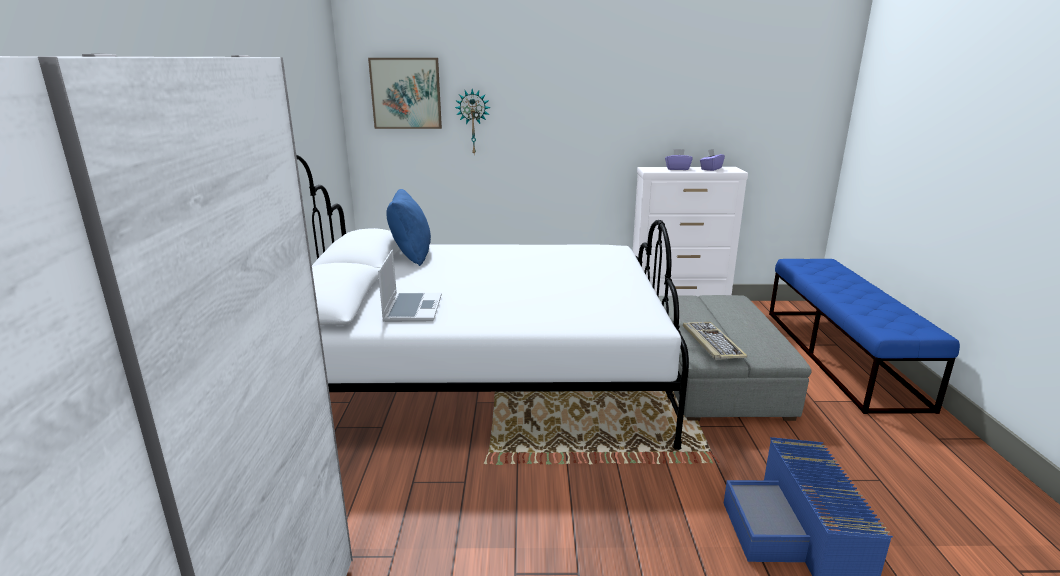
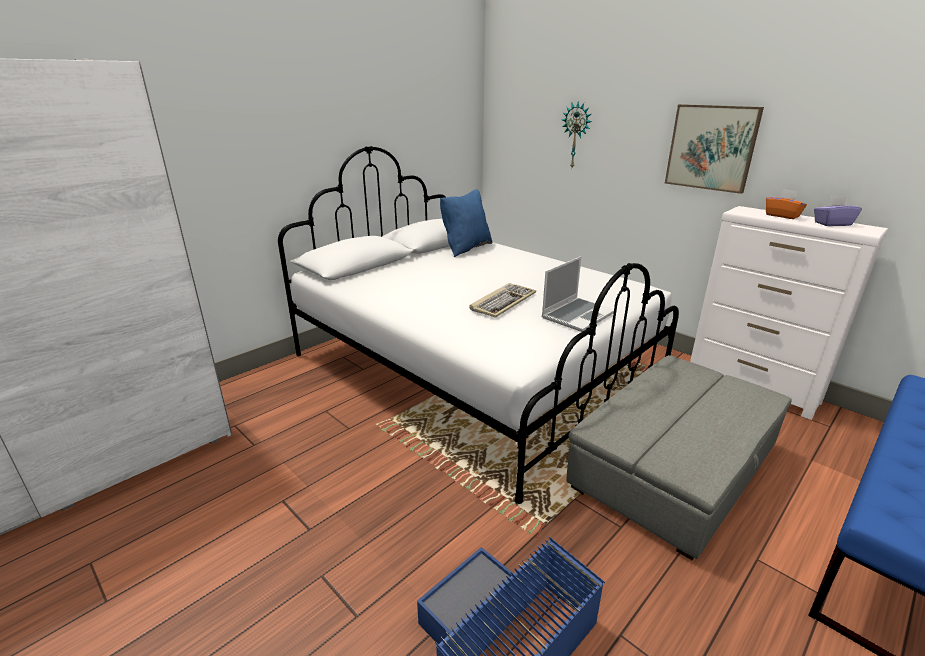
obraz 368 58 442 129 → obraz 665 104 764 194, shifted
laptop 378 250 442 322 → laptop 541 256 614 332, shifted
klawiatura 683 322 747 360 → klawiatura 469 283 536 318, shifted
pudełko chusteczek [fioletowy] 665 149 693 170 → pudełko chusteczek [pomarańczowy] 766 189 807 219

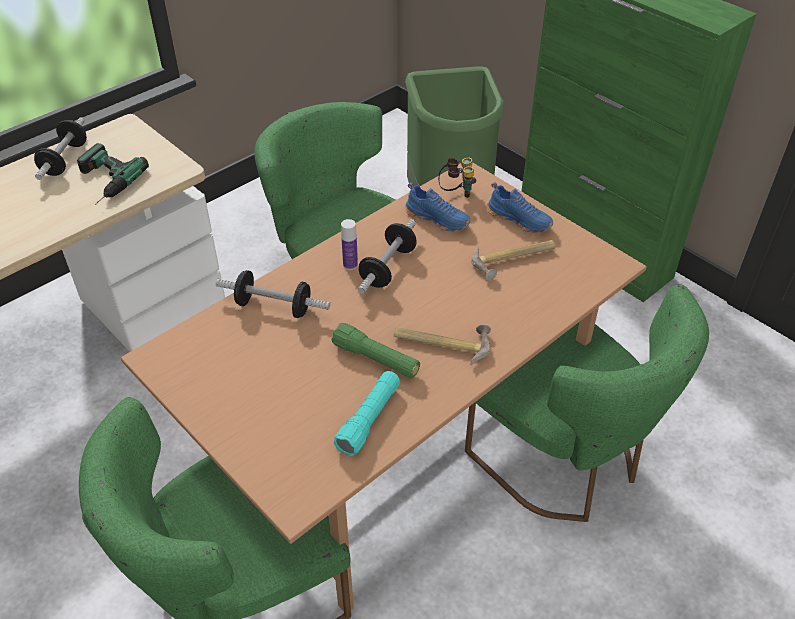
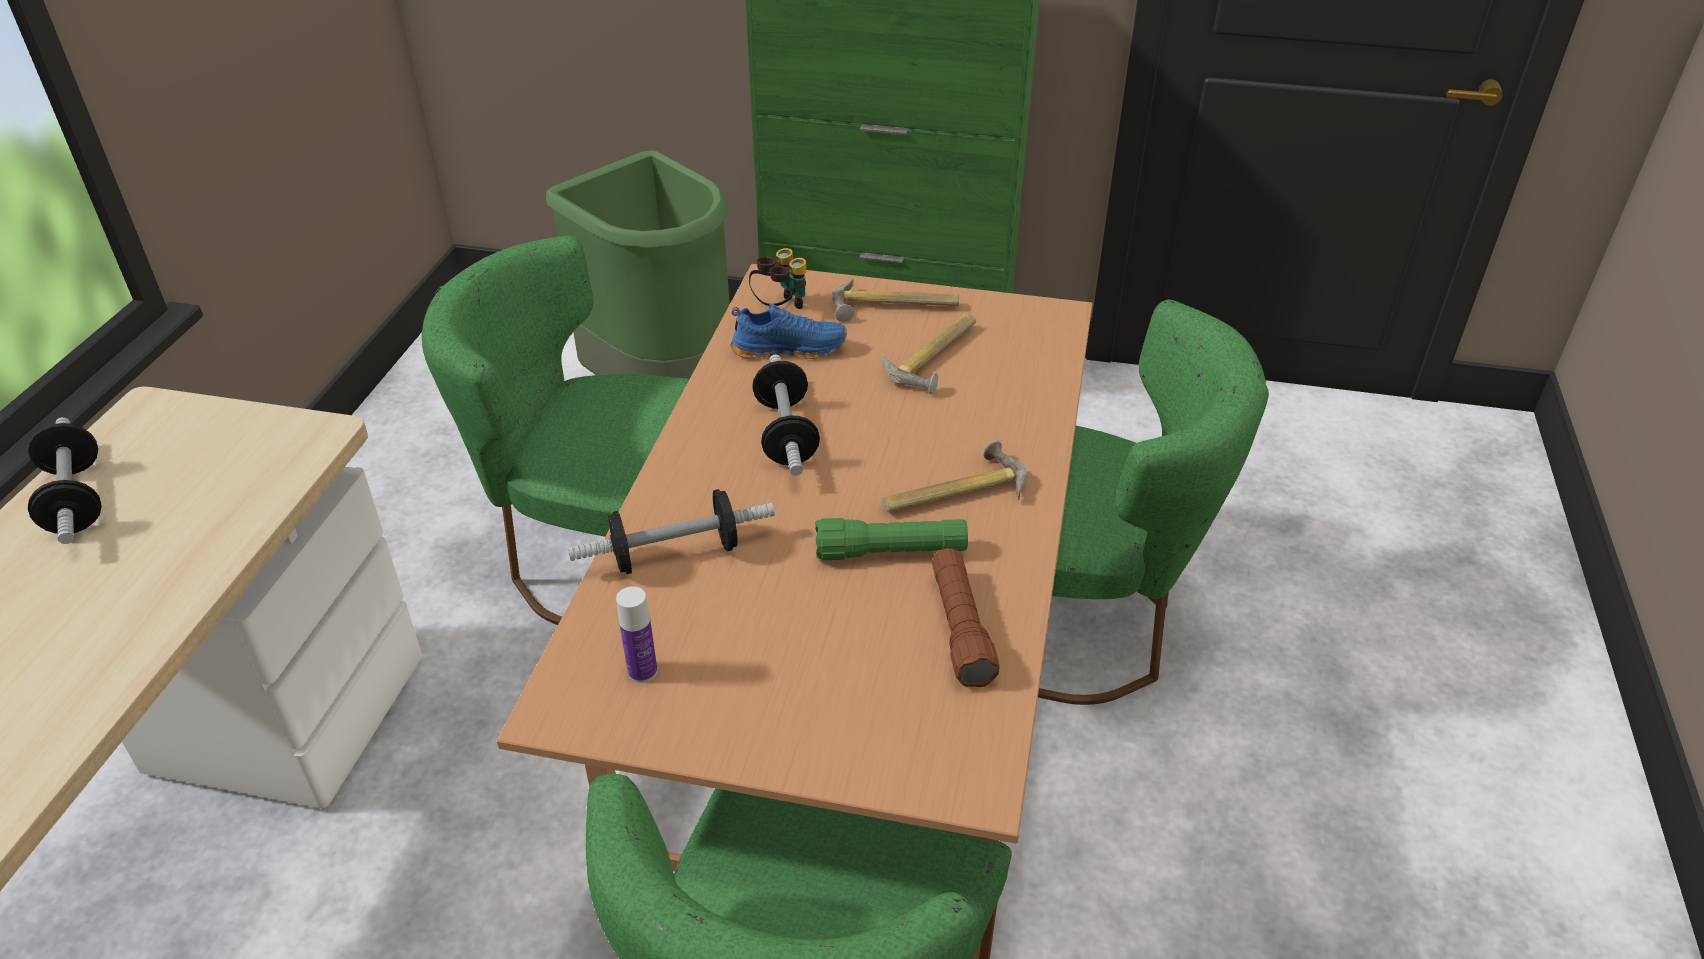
wiertarka 77 143 149 205 → -
butelka 341 219 358 270 → butelka 616 586 657 683, shifted
but [niebieski] 487 182 553 233 → młotek 832 278 959 322
latarka [turkusowy] 334 371 400 456 → latarka [brązowy] 931 548 1000 687

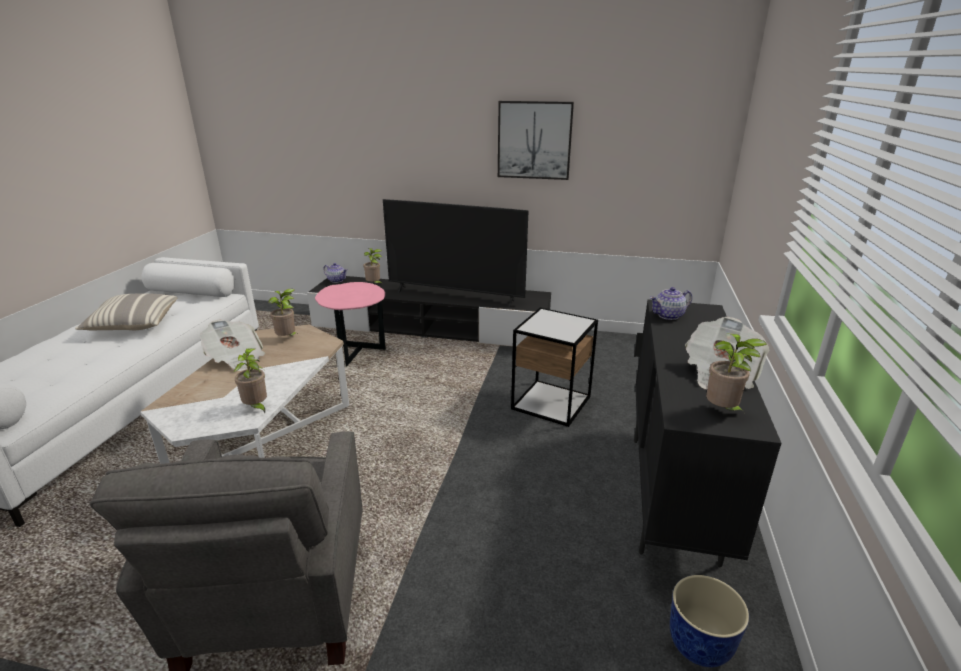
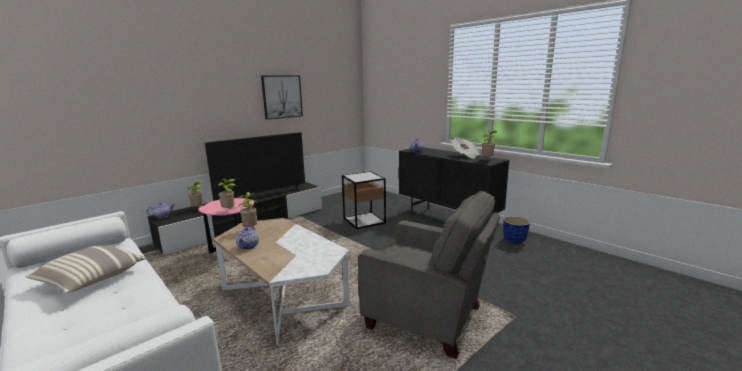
roślina doniczkowa 234 348 267 413 → roślina doniczkowa 218 179 237 209, shifted
gazeta 199 320 265 371 → imbryk 236 226 259 250

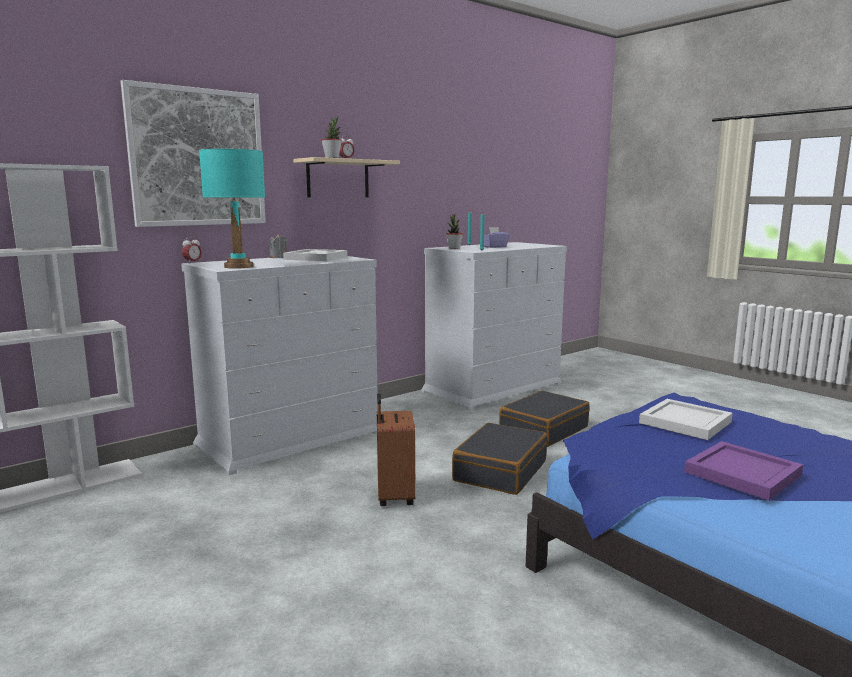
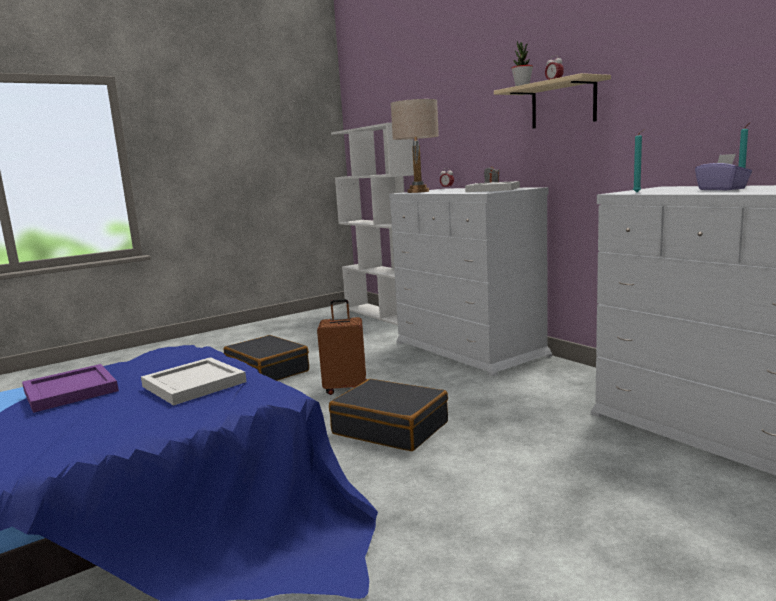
obraz 121 80 266 227 → -
roślina doniczkowa 446 214 463 249 → -
walizka [czarny] 499 391 590 447 → walizka [czarny] 224 335 309 381, shifted
lampa stołowa [turkusowy] 199 149 265 269 → lampa stołowa [beżowy] 391 99 439 193

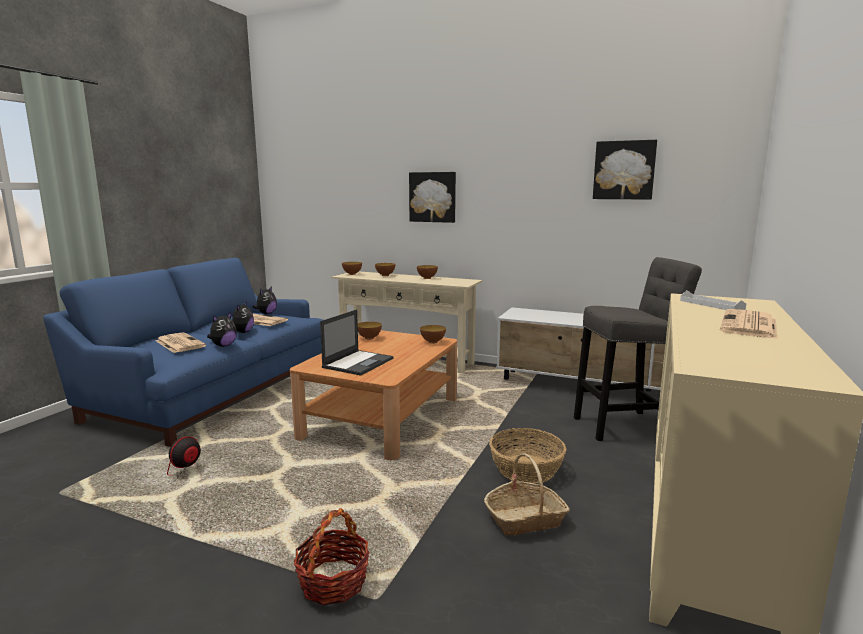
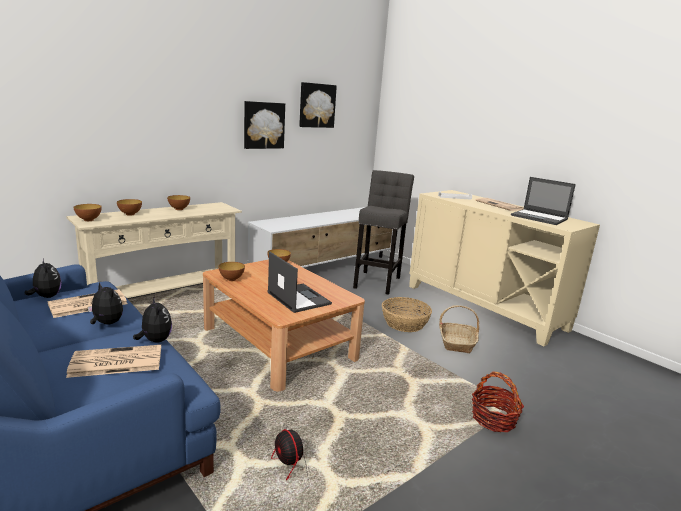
- → laptop 511 177 576 225
obraz 409 172 456 223 → obraz 244 101 285 149, shifted

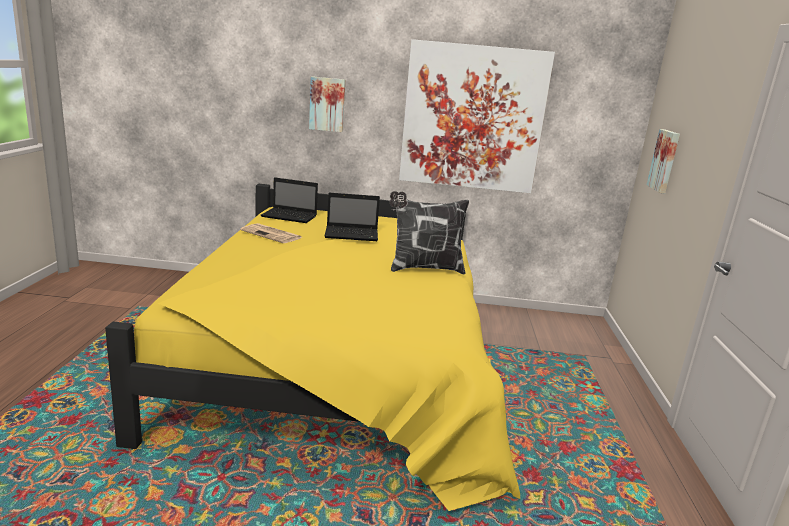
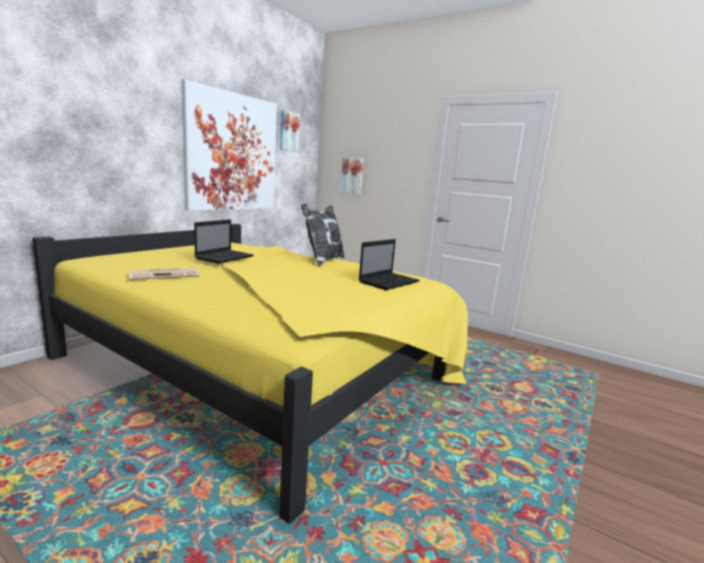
laptop 261 177 318 223 → laptop 359 239 420 290, shifted
obraz 309 76 345 132 → obraz 280 110 300 152, shifted

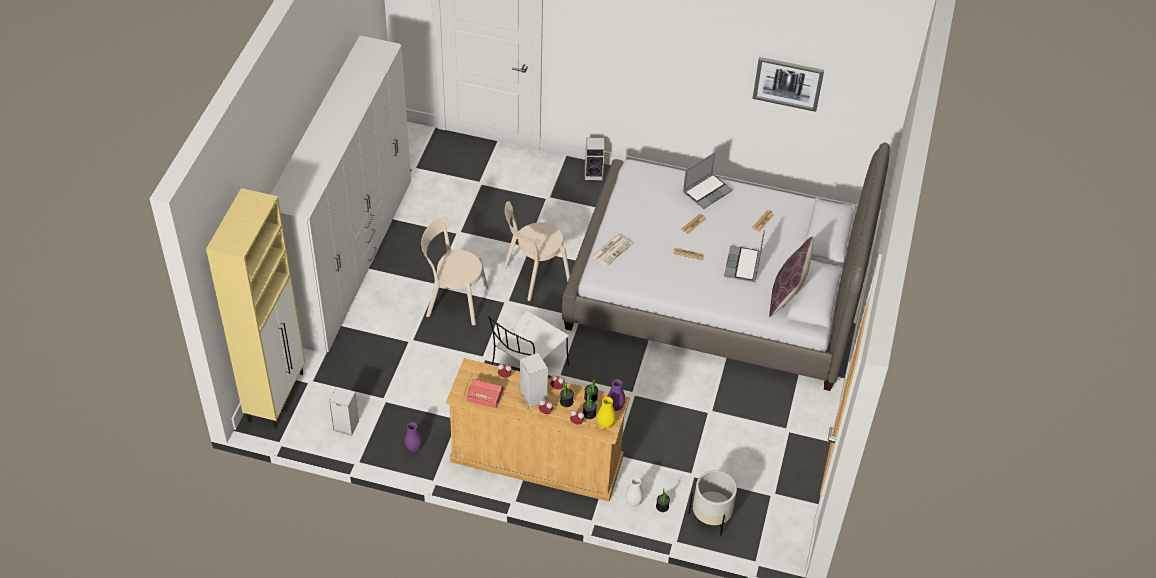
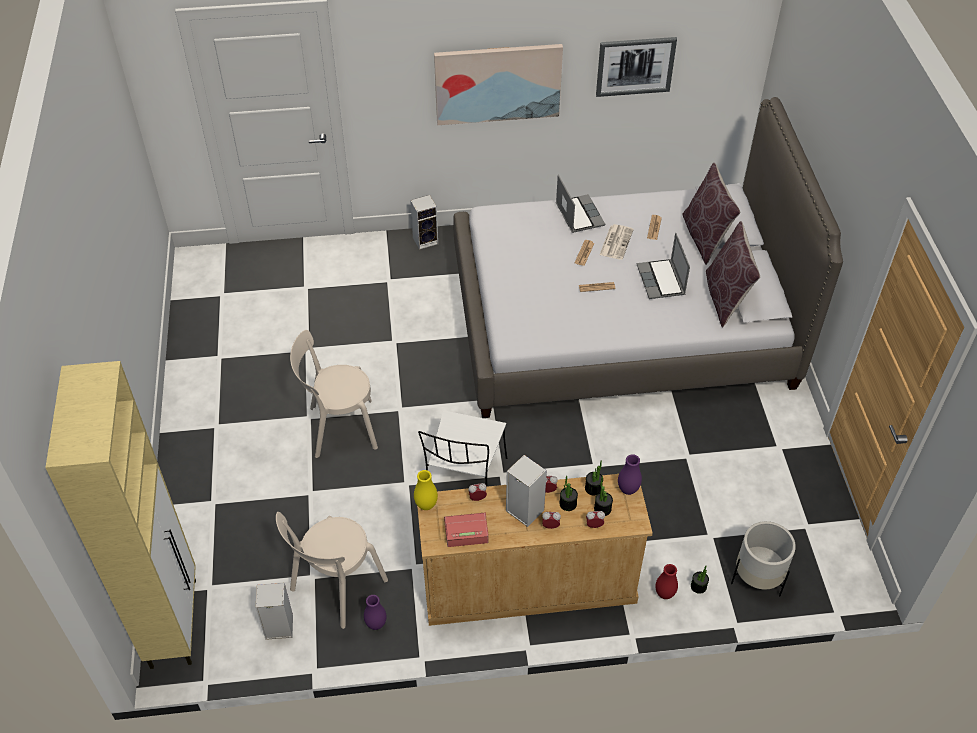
szafa [biały] 270 35 411 354 → -
- → obraz 434 44 563 125
- → poduszka [brązowy] 682 162 740 265
krzesło [beżowy] 504 201 570 301 → krzesło [beżowy] 276 512 388 629, shifted
gazeta 591 235 632 266 → gazeta 600 224 634 260, shifted
wazon [żółty] 597 397 616 429 → wazon [żółty] 414 470 438 510, shifted
wazon [biały] 626 477 644 507 → wazon [czerwony] 655 564 678 599
laptop 683 152 733 209 → laptop 556 175 605 233, 45 degrees counterclockwise

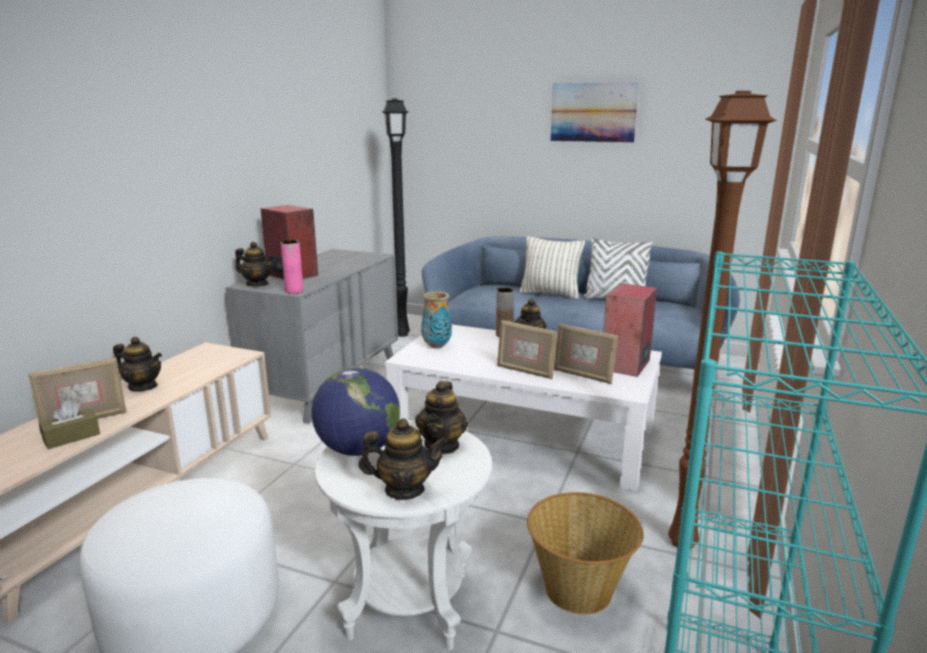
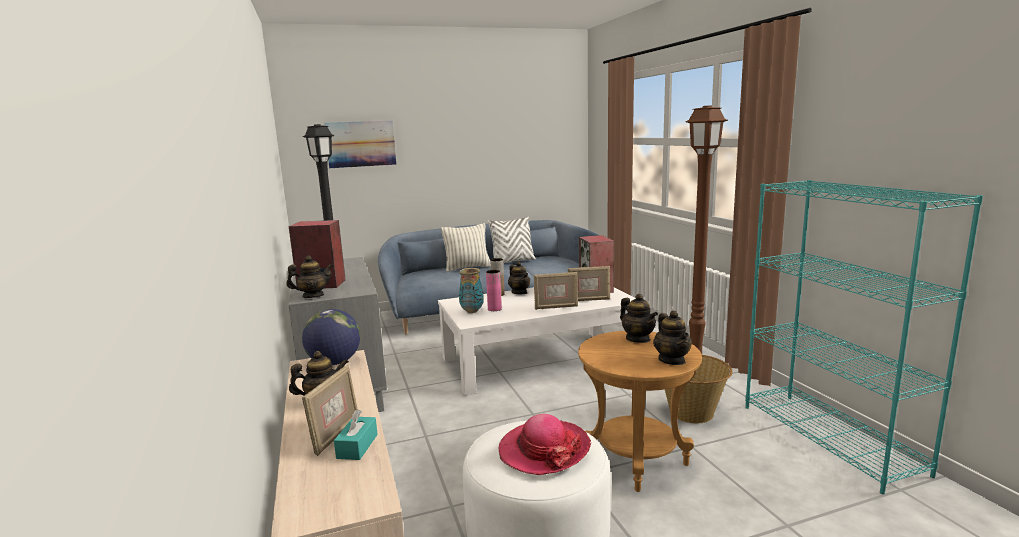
- → kapelusz 499 414 591 475
wazon [różowy] 281 240 303 294 → wazon [różowy] 486 270 502 311, shifted
globus 311 367 400 456 → globus 302 309 360 365, shifted
obraz 551 82 639 143 → obraz 324 120 396 168, shifted
pudełko chusteczek [brązowy] 38 402 100 449 → pudełko chusteczek [turkusowy] 334 409 378 460
stolik [biały] 315 420 492 650 → stolik [brązowy] 578 331 702 492
imbryk 359 418 447 500 → imbryk 653 310 692 365, 120 degrees clockwise

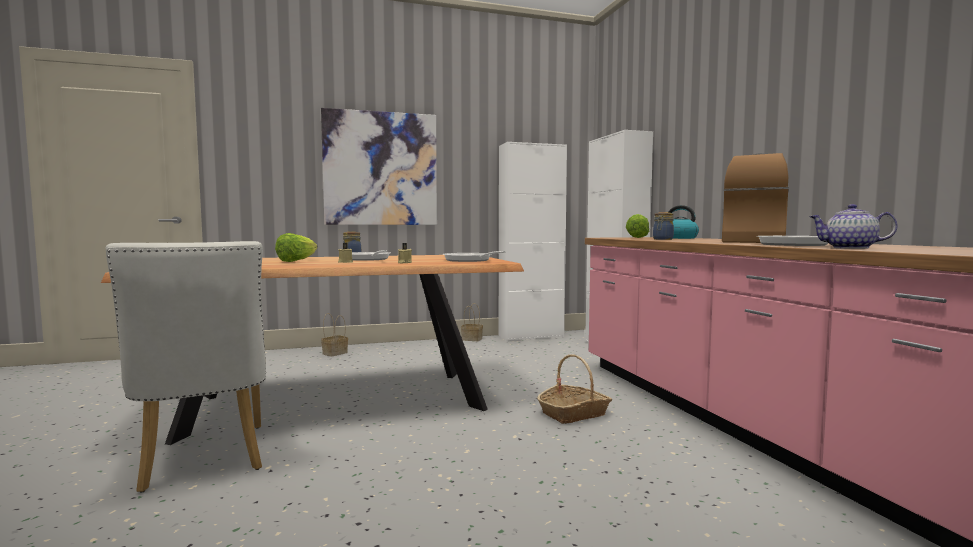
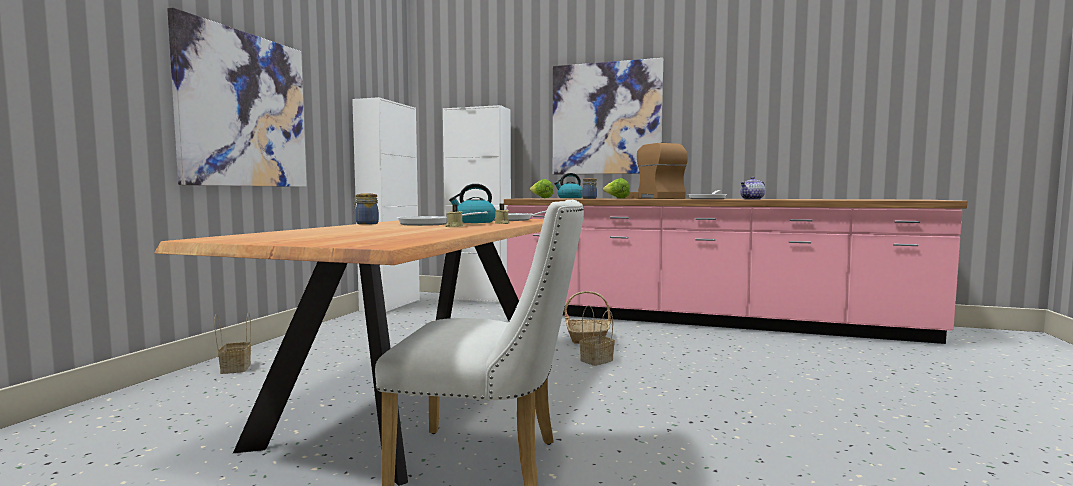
- → czajnik 449 184 496 223
- → obraz 553 58 663 174
sałata 275 233 318 262 → sałata 603 178 630 199, shifted
koszyk 461 303 483 341 → koszyk 579 305 615 366, shifted

